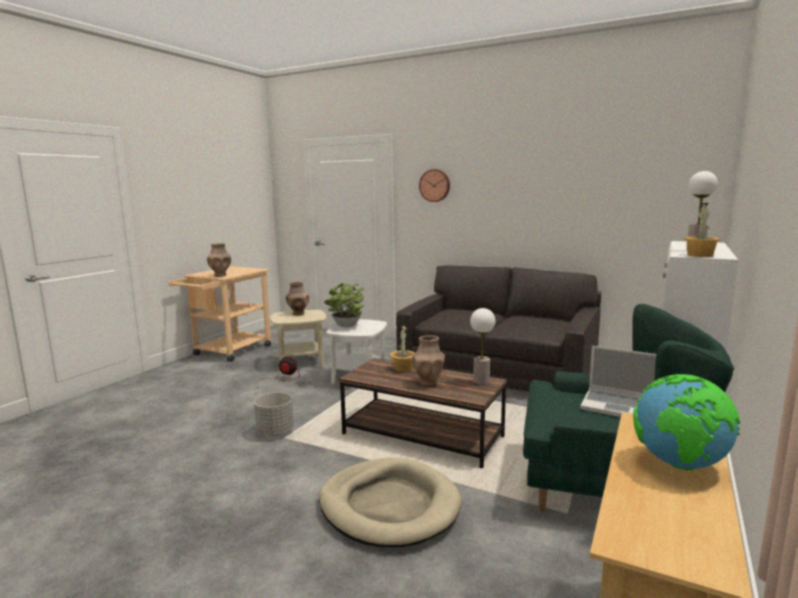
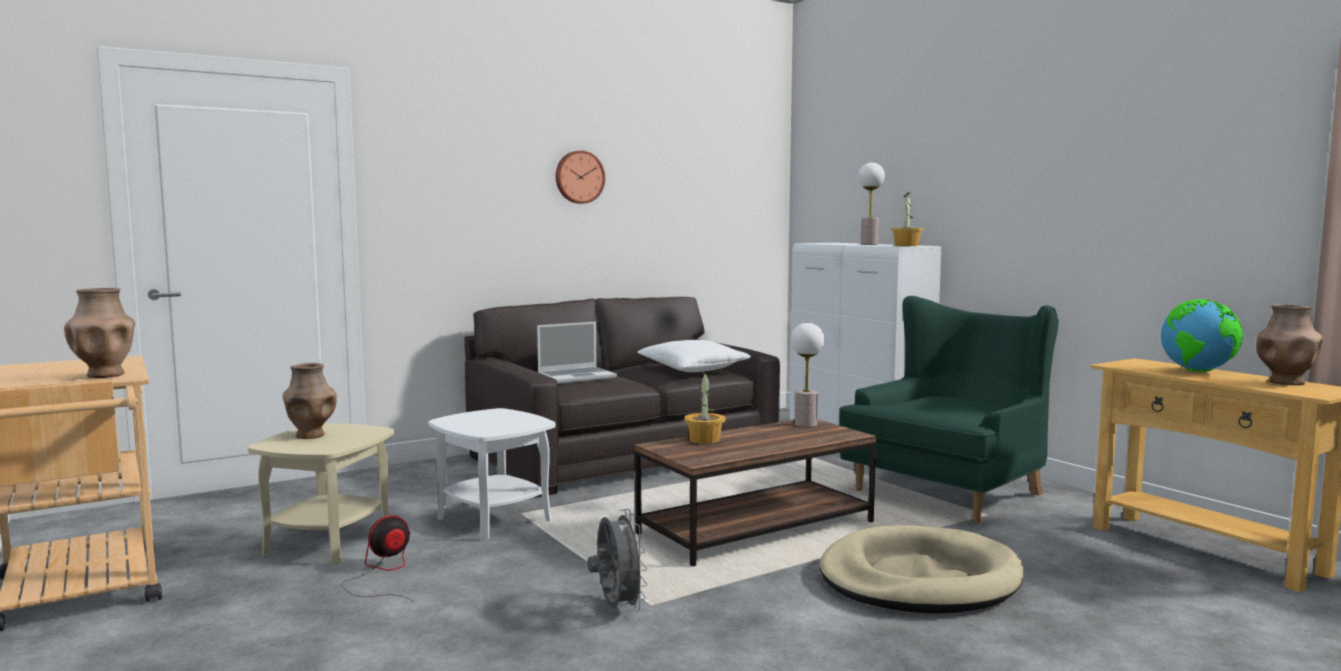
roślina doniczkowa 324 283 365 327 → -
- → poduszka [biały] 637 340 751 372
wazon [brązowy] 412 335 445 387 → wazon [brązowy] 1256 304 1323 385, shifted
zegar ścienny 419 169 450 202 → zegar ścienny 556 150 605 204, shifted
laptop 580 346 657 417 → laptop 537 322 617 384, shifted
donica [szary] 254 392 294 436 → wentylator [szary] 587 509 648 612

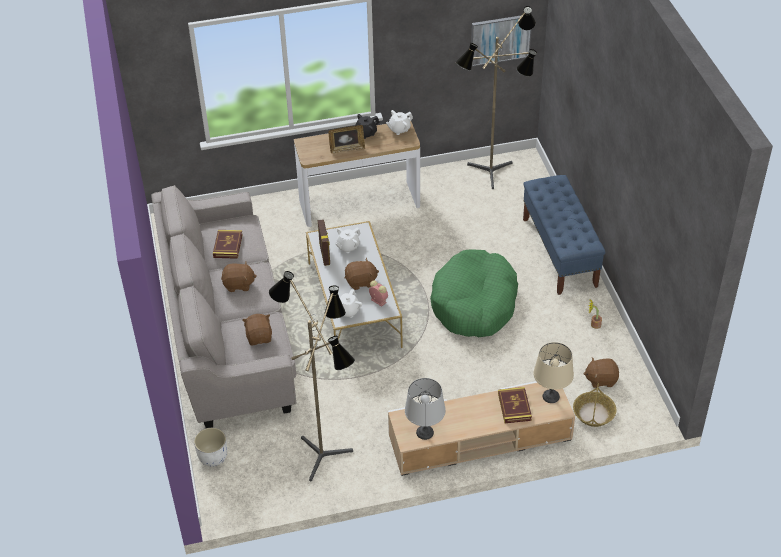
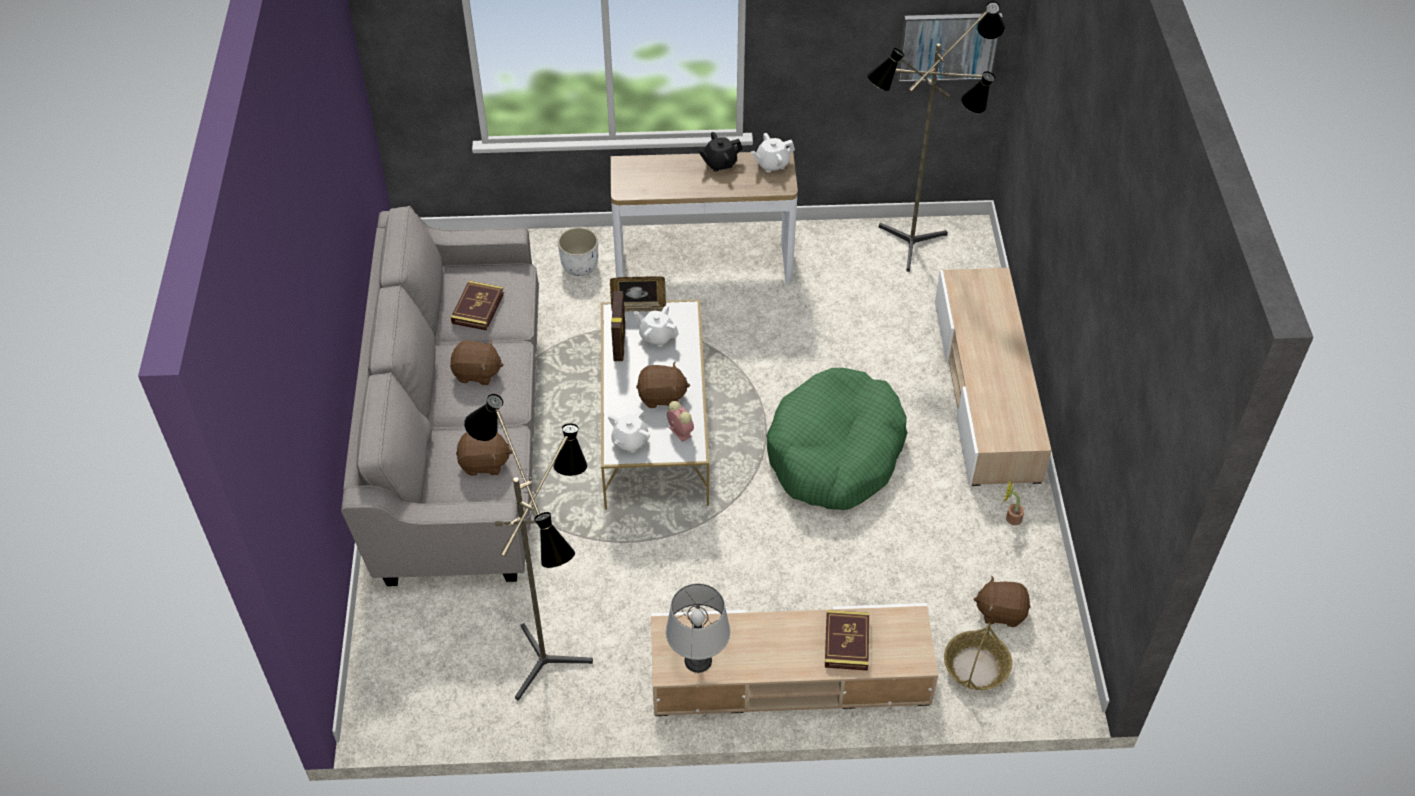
lampa stołowa [beżowy] 533 342 574 403 → -
donica [biały] 194 428 227 467 → donica [biały] 558 227 598 276, shifted
ramka na zdjęcie 329 125 365 154 → ramka na zdjęcie 610 276 666 312, shifted
ławka [niebieski] 523 175 605 295 → szafka pod telewizor [beżowy] 935 267 1052 486
pluszak [brązowy] 242 314 272 346 → pluszak [brązowy] 456 432 512 476, 90 degrees clockwise
imbryk [biały] 335 228 361 253 → imbryk [biały] 634 305 679 347, 60 degrees clockwise

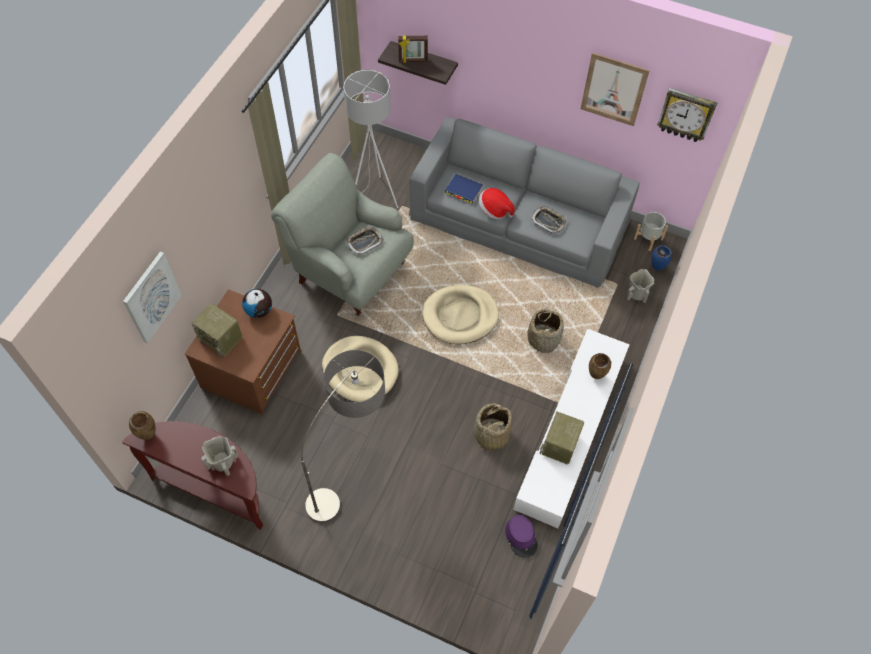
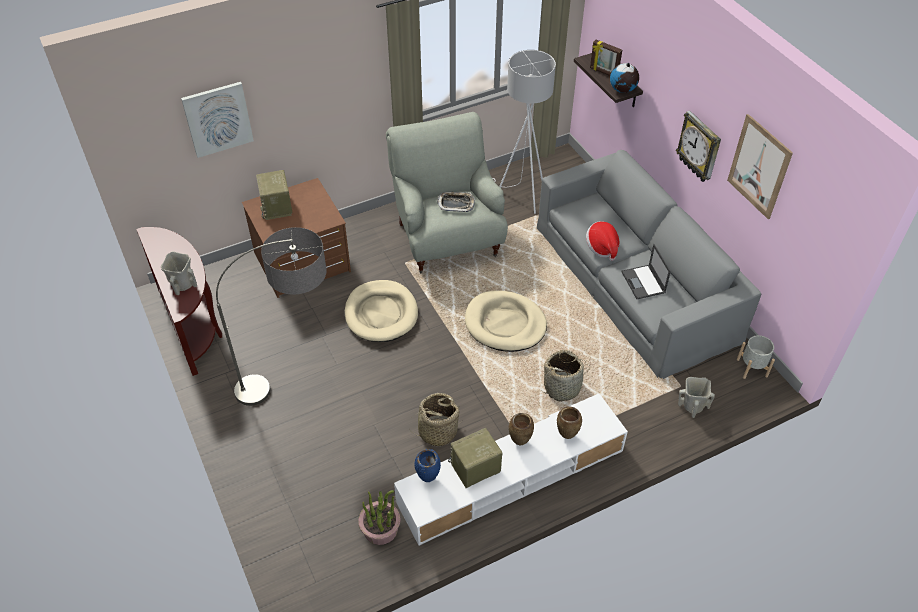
książka [niebieski] 445 174 483 204 → -
wazon [brązowy] 129 411 156 440 → wazon [brązowy] 509 413 534 445, shifted
globus 242 289 272 318 → globus 610 62 639 93, shifted
wazon [niebieski] 652 245 672 270 → wazon [niebieski] 415 449 441 482, shifted
zegar ścienny 657 88 717 142 → zegar ścienny 676 111 721 182, shifted
kapelusz [fioletowy] 505 515 538 558 → roślina doniczkowa 358 490 400 545
taca 531 206 566 234 → laptop 621 244 671 299

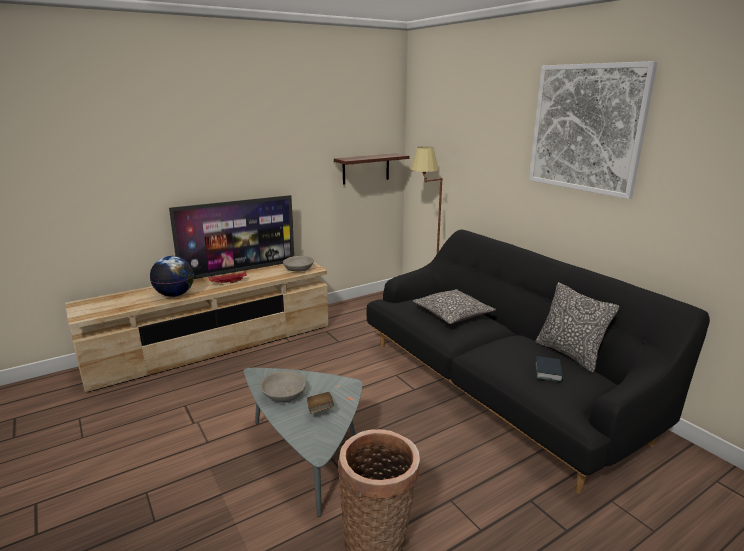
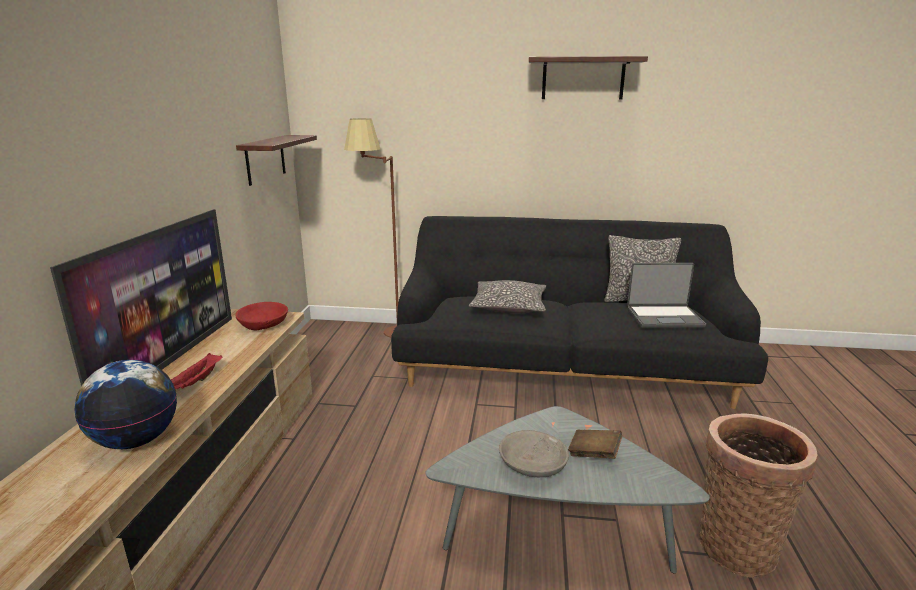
obraz 529 61 658 199 → półka 529 56 648 100
książka 535 356 563 382 → laptop 627 263 706 328
miska [szary] 283 256 314 272 → miska [czerwony] 235 302 288 330

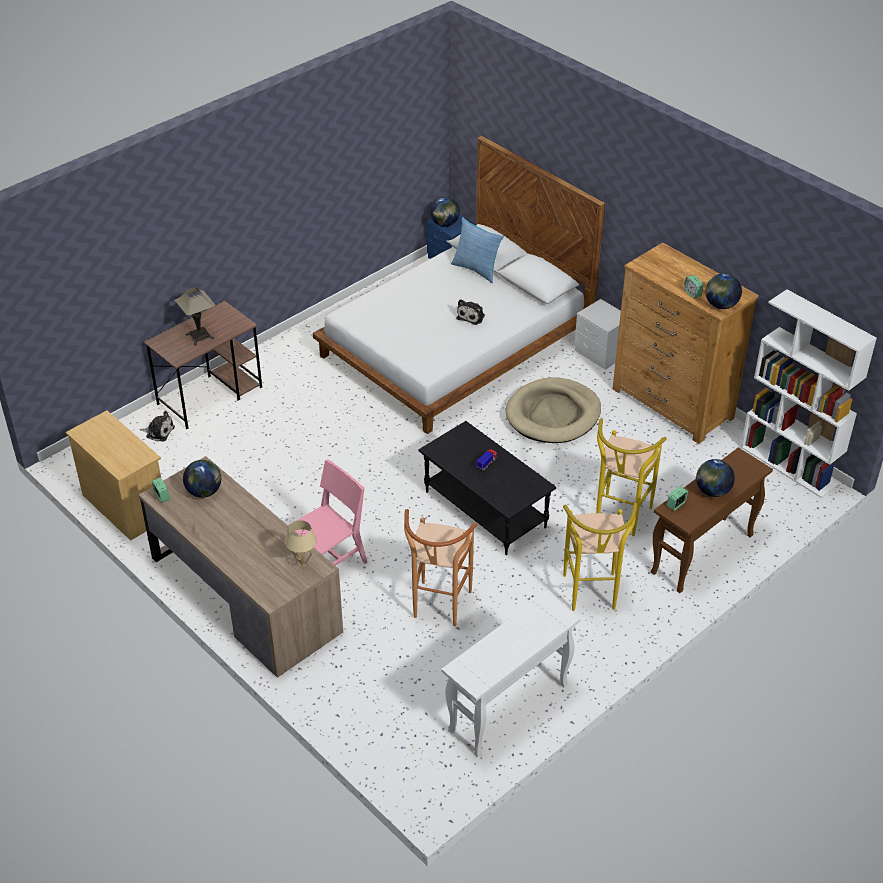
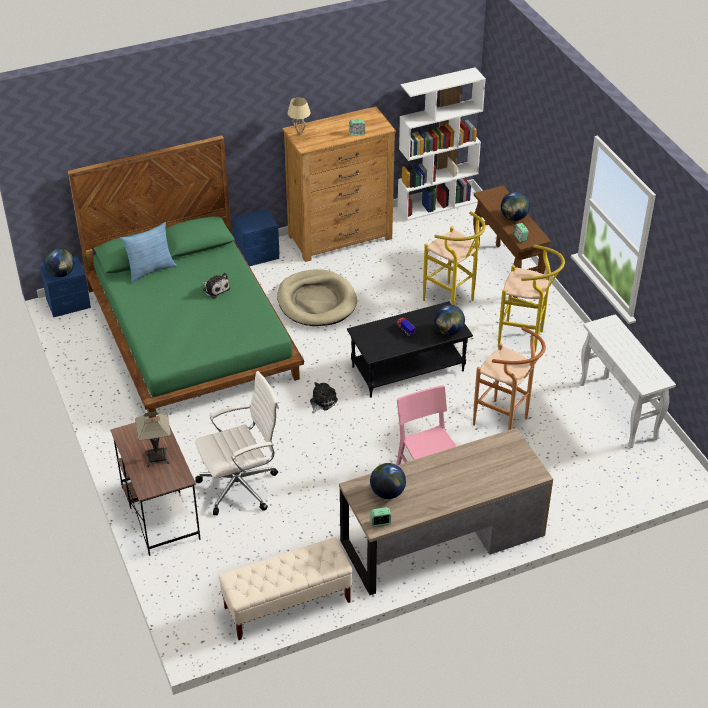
- → krzesło biurowe [biały] 195 371 279 515
pluszak 140 411 175 441 → pluszak 310 382 338 414, shifted
lampa stołowa [beżowy] 285 520 317 568 → lampa stołowa [beżowy] 287 97 311 136, shifted
globus 706 273 742 309 → globus 434 305 465 336, shifted
komoda [beżowy] 66 410 161 541 → ławka [beżowy] 219 537 353 640
łóżko [biały] 313 136 605 434 → łóżko [zielony] 68 135 304 418
szafka nocna [biały] 575 299 621 370 → szafka nocna [niebieski] 233 208 280 266

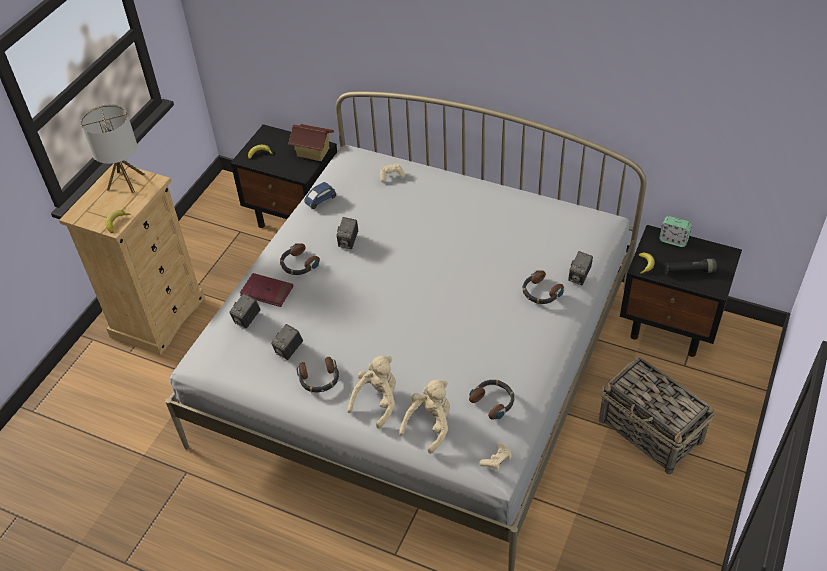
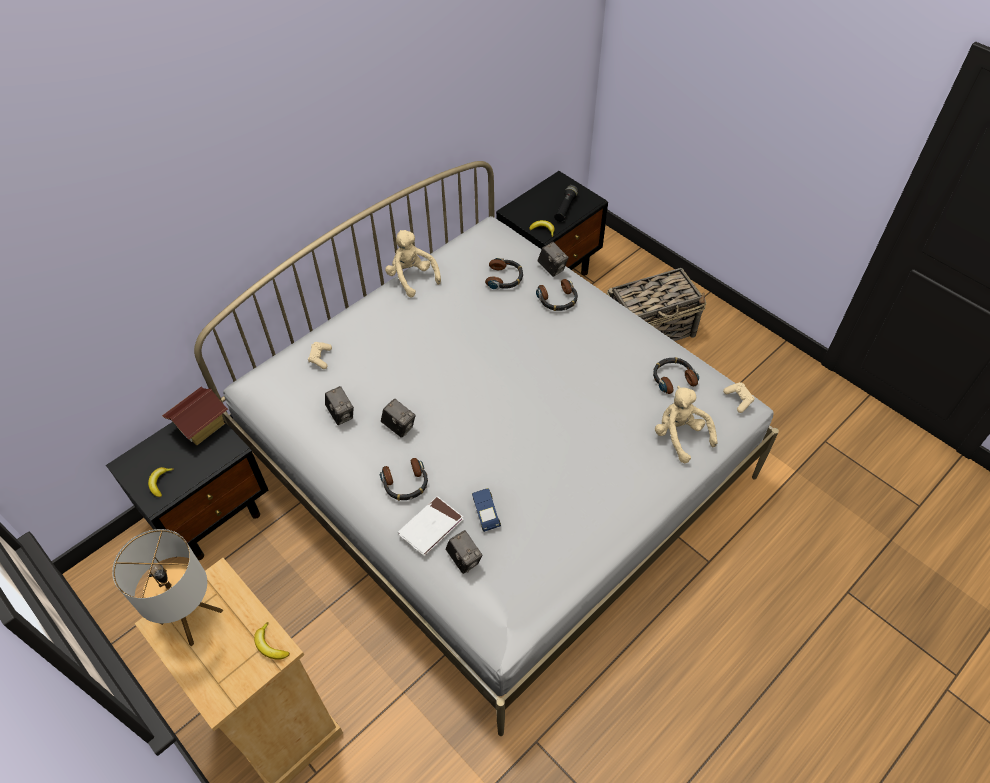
budzik 659 216 692 247 → -
aparat fotograficzny 271 324 303 360 → aparat fotograficzny 325 386 354 425, shifted
słuchawki 296 357 339 393 → słuchawki 485 258 523 289, shifted
samochodzik [niebieski] 305 182 336 209 → samochodzik [niebieski] 472 488 501 532, shifted
pluszak [beżowy] 347 356 396 429 → pluszak [beżowy] 385 230 441 297, shifted
książka [czerwony] 240 273 293 307 → książka [biały] 398 496 464 556

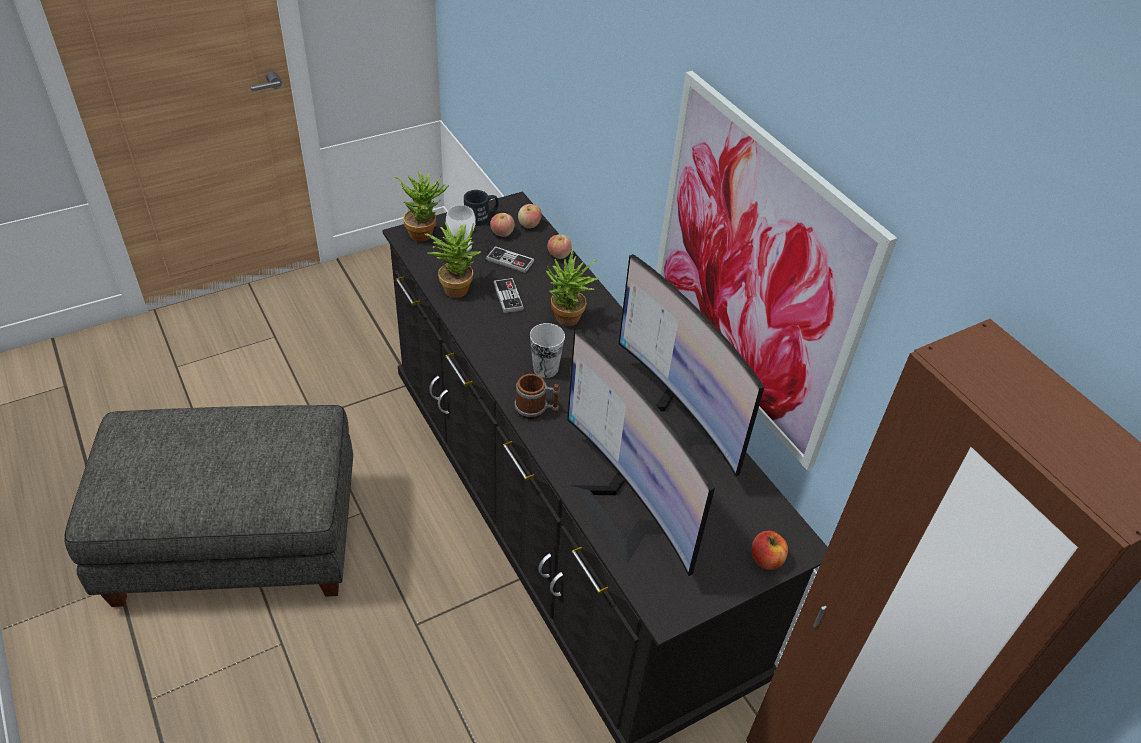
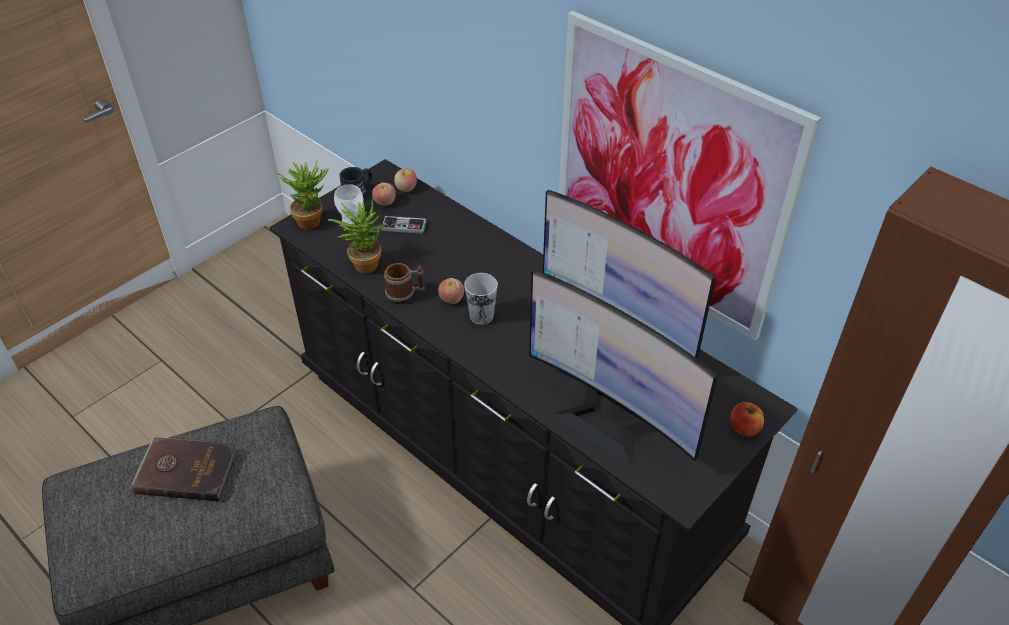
pad do gier 493 278 524 313 → -
roślina doniczkowa 546 249 599 326 → -
- → książka [brązowy] 132 437 239 501
kubek 515 374 560 419 → kubek 384 263 426 304, shifted
jabłko 548 234 572 259 → jabłko 438 278 464 304, shifted

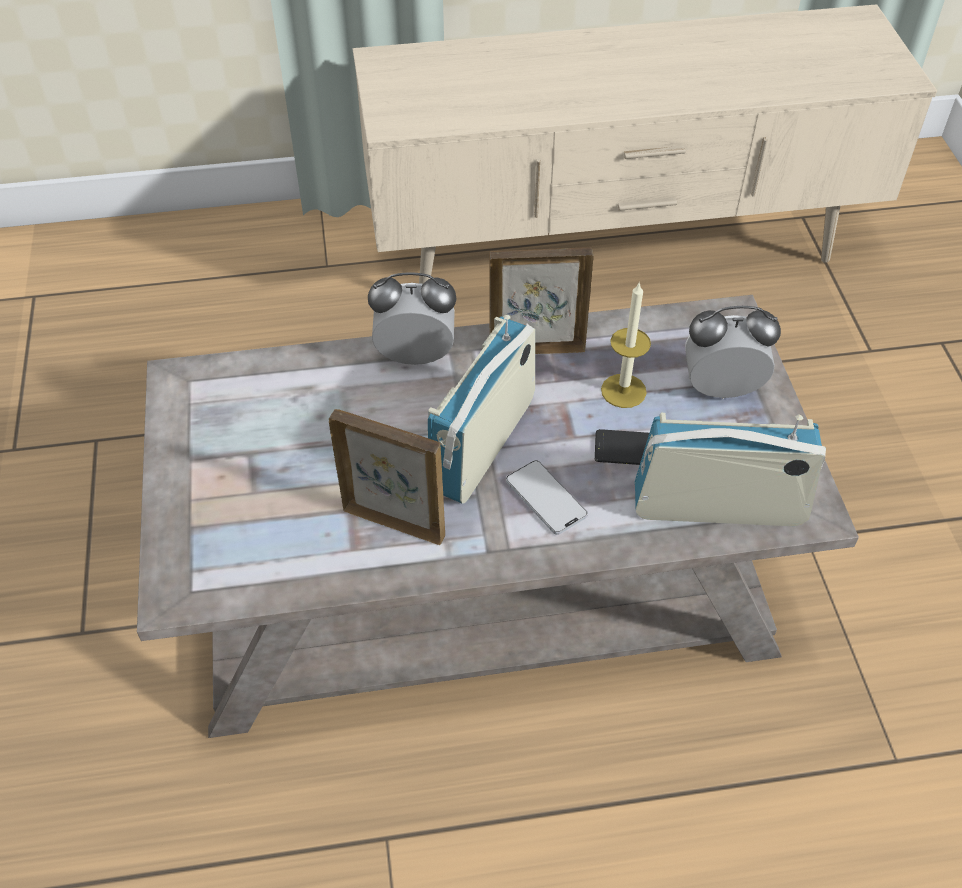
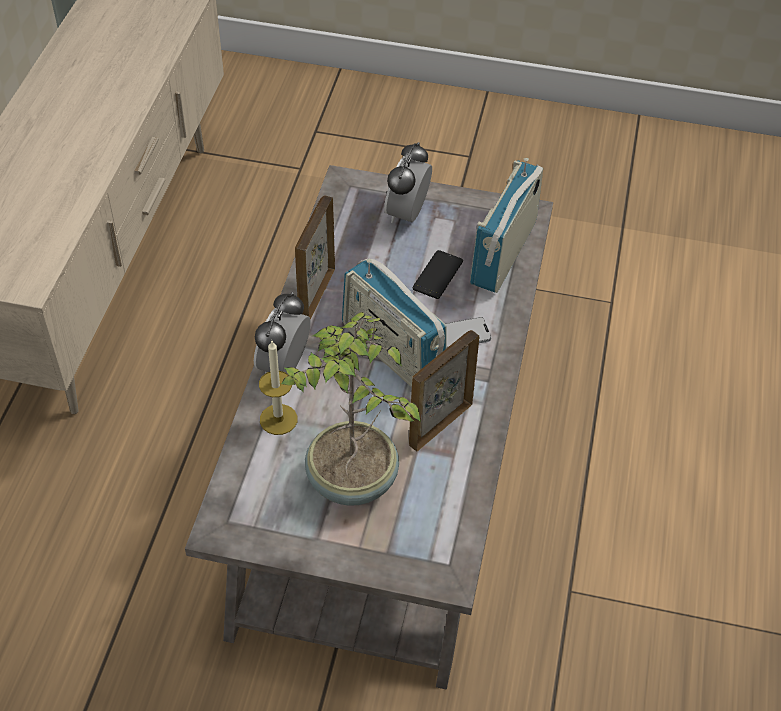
- → roślina doniczkowa 281 312 421 506
świeca 601 283 651 408 → świeca 259 341 298 435, shifted

